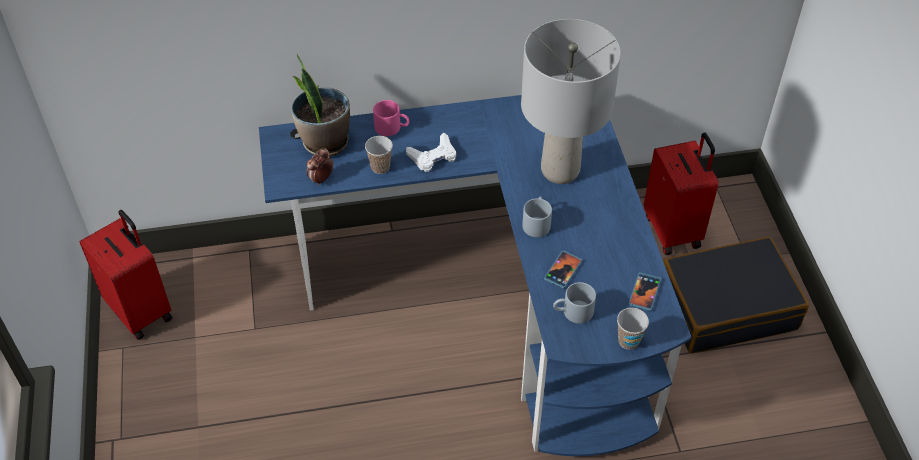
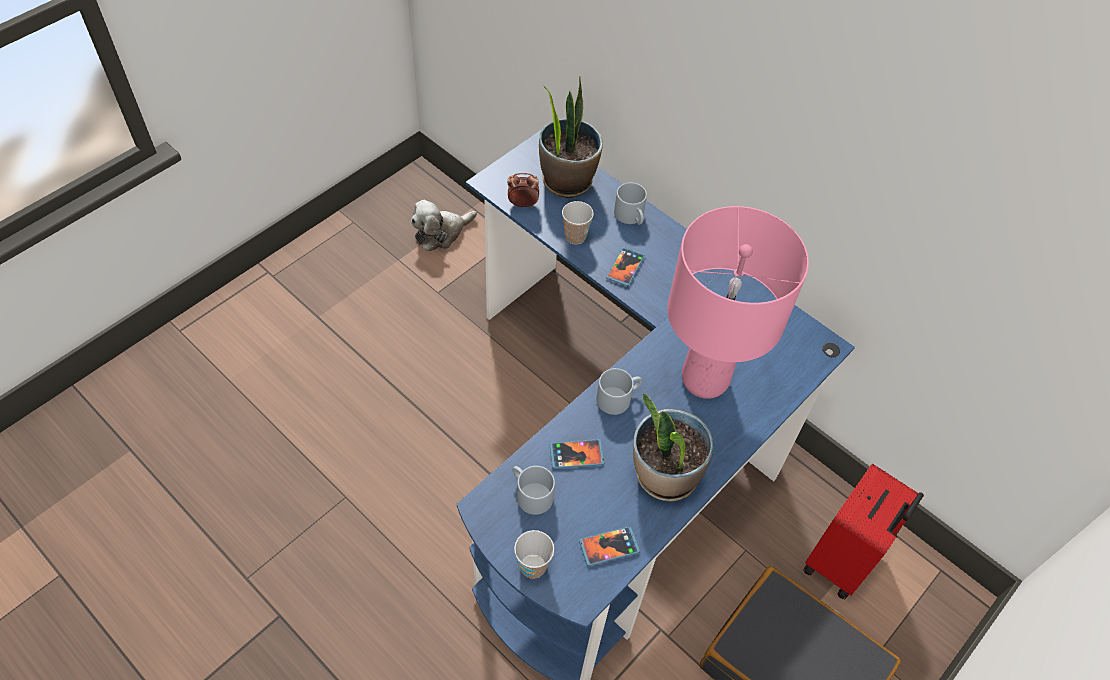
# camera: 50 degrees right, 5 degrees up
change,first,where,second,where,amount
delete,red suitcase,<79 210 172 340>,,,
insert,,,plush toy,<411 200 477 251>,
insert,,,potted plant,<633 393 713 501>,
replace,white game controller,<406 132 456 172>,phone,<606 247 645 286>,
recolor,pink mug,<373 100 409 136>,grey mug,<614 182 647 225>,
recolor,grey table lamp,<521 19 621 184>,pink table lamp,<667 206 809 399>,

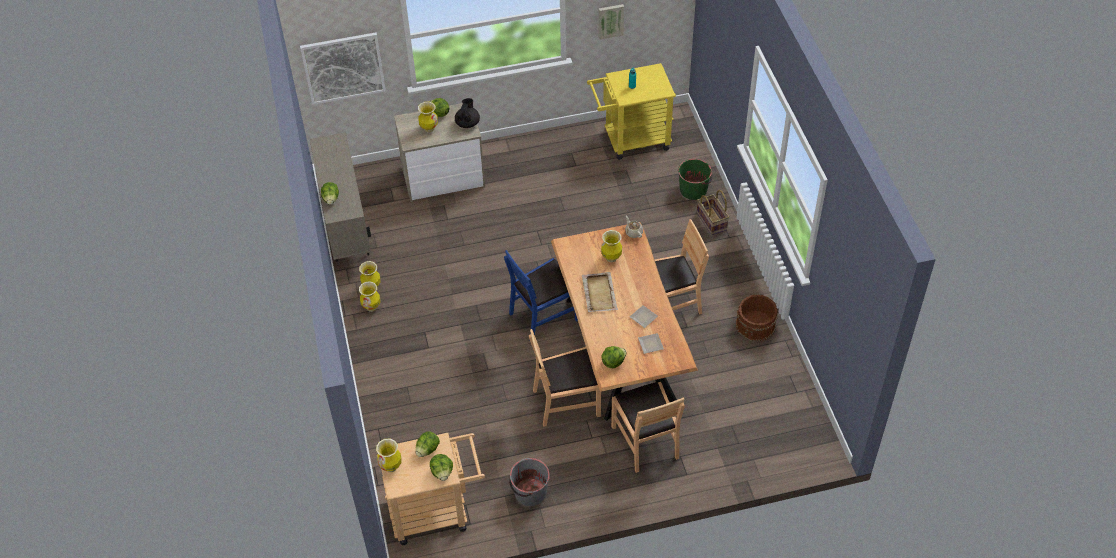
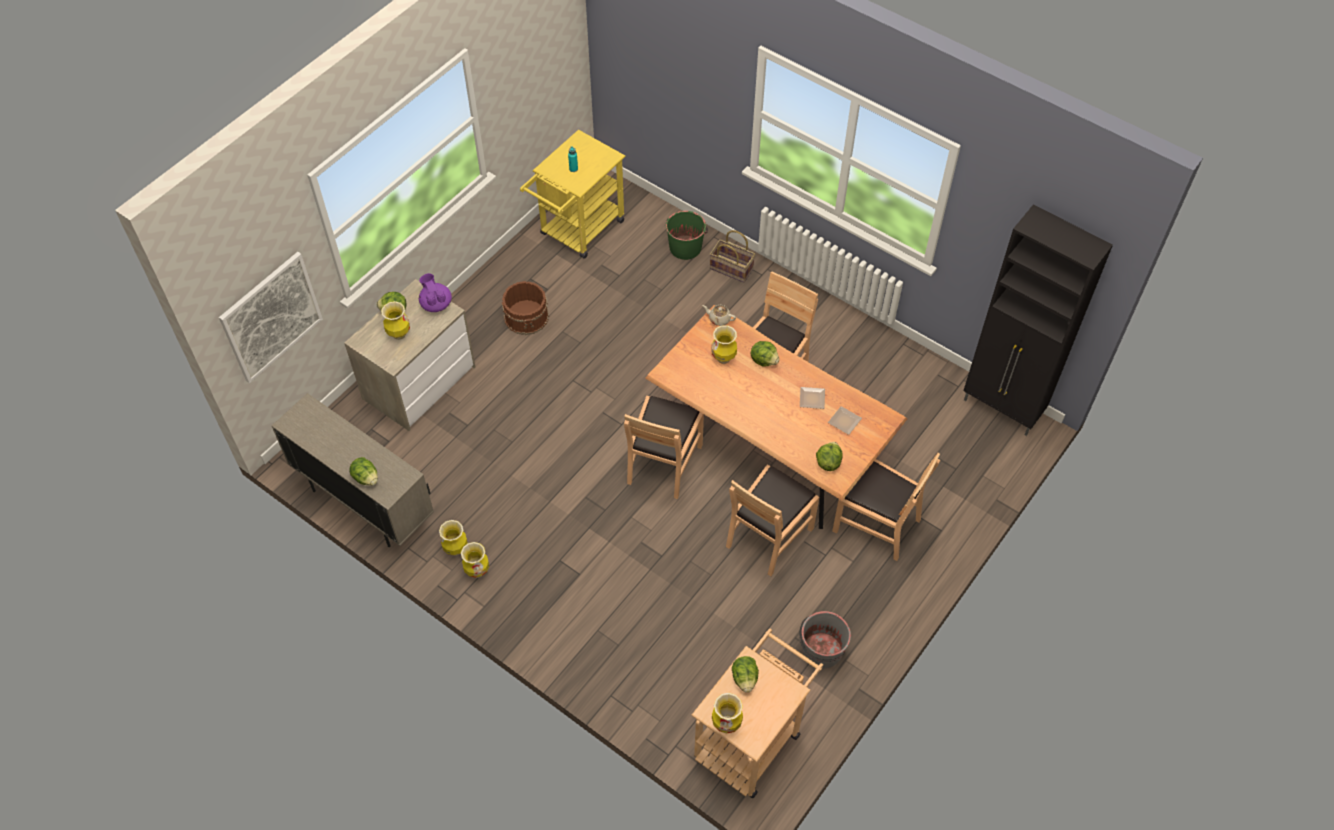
# camera: 40 degrees left, 5 degrees up
change,first,where,second,where,amount
delete,beige tray,<582 272 618 312>,,,
delete,picture,<599 4 624 40>,,,
insert,,,black cabinet,<963 205 1113 436>,
move,lettuce,<430 454 453 481>,,<750 341 779 367>,
move,brown bucket,<736 294 778 342>,,<502 281 549 335>,
recolor,black teapot,<455 98 480 128>,purple teapot,<419 273 452 312>,
recolor,blue chair,<504 250 578 335>,brown chair,<624 396 704 499>,

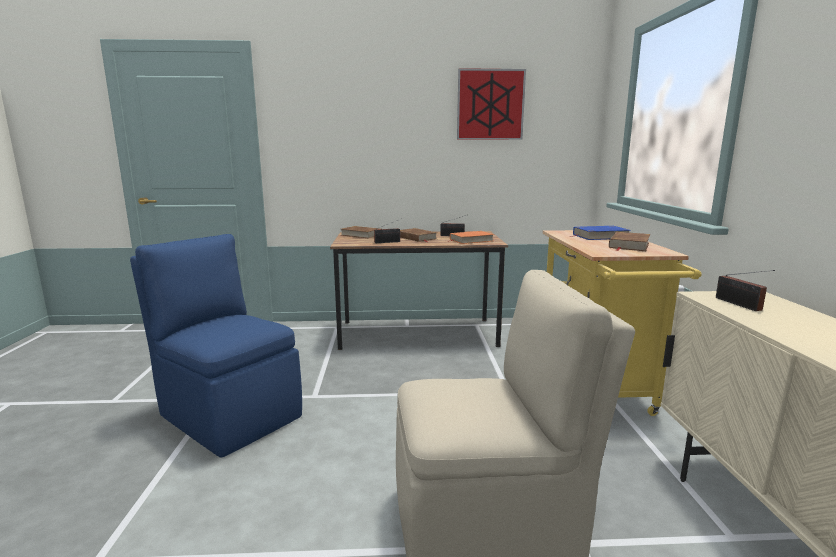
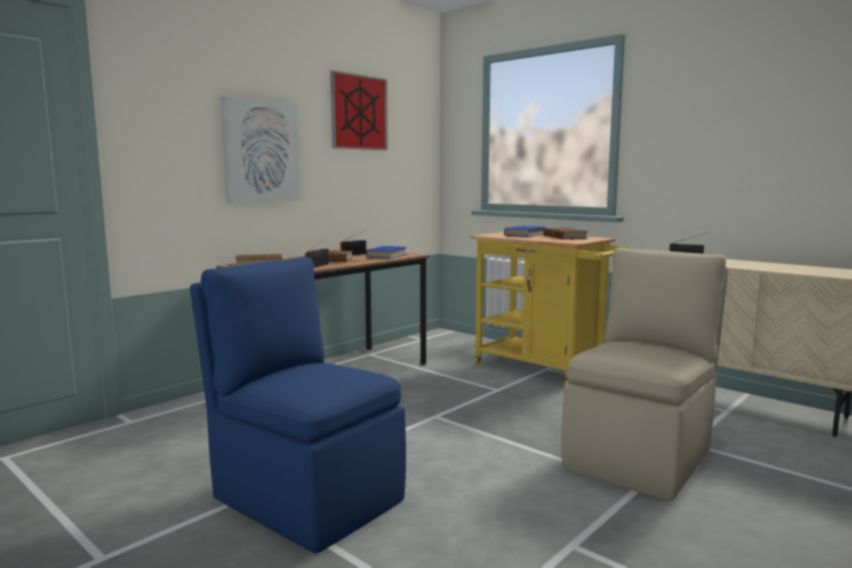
# camera: 45 degrees left, 5 degrees down
change,first,where,second,where,amount
insert,,,picture,<221 96 301 203>,
recolor,orange book,<447 231 494 244>,blue book,<366 246 406 259>,
rotate,blue chair,<130 234 302 457>,,<190 257 406 553>,45 degrees clockwise

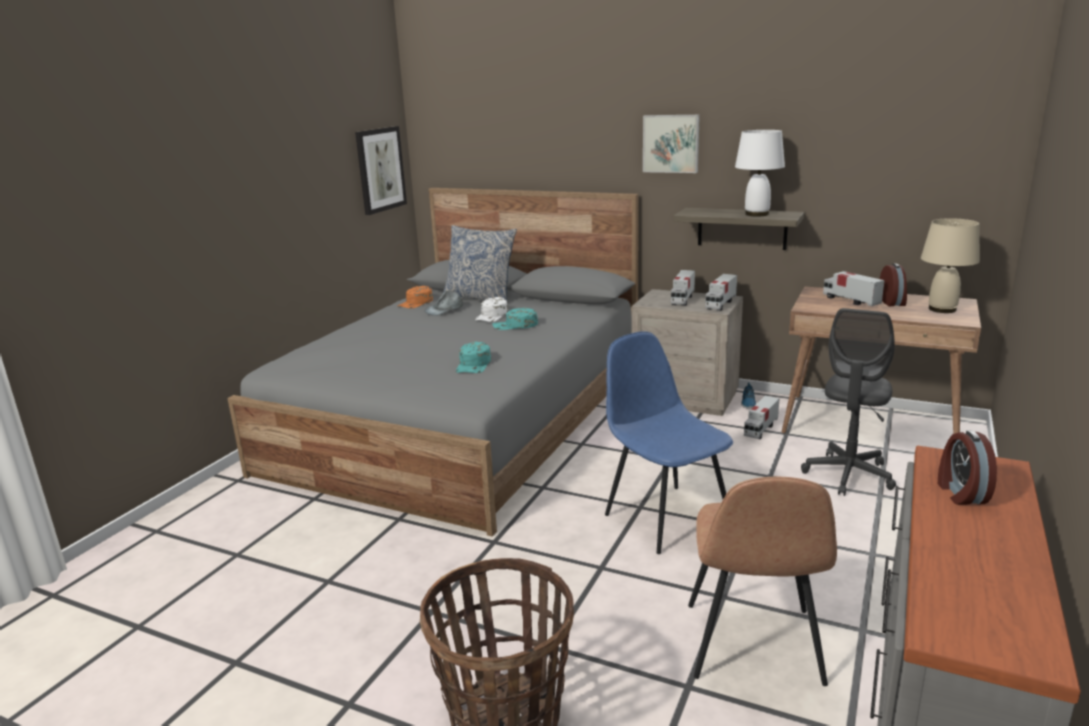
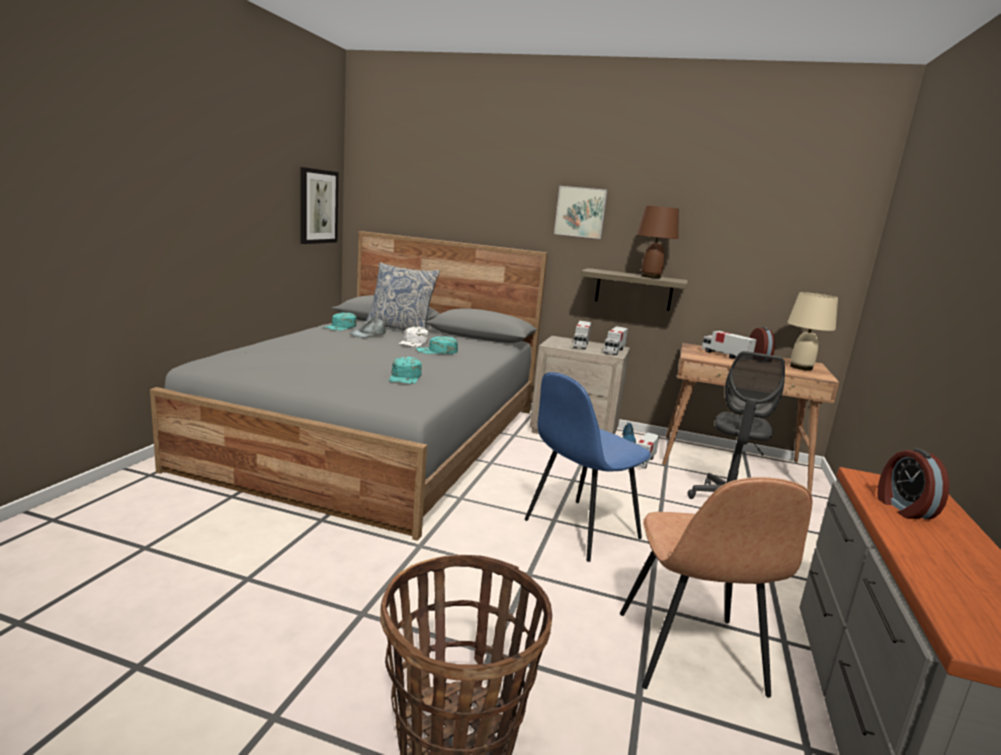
# camera: 10 degrees left, 5 degrees down
change,first,where,second,where,amount
recolor,orange cap,<397 286 433 308>,turquoise cap,<323 313 357 331>,
recolor,white table lamp,<735 130 785 217>,brown table lamp,<637 206 679 279>,
rotate,blue chair,<605 331 733 554>,,<525 372 651 562>,90 degrees counterclockwise

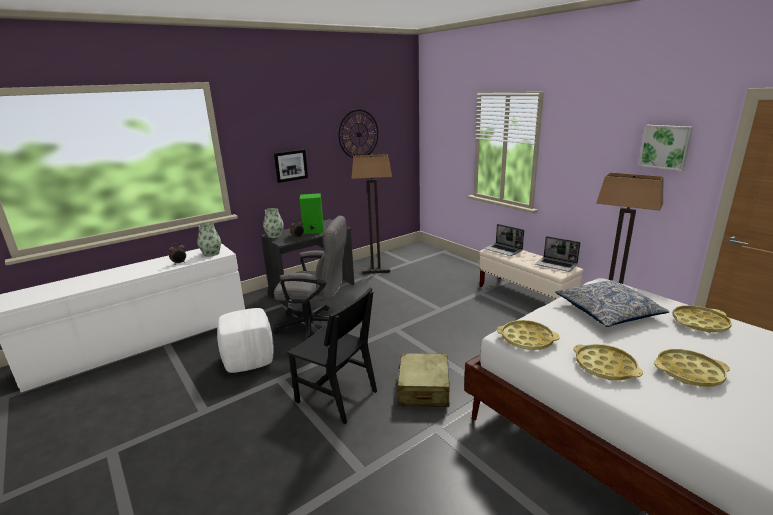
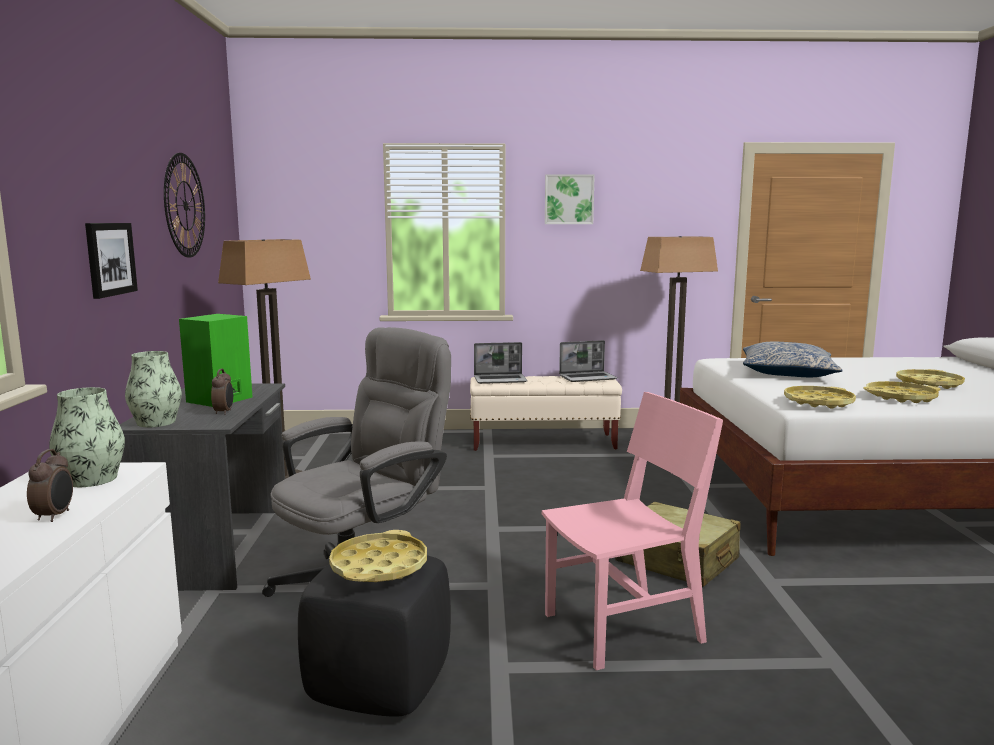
# camera: 55 degrees left, 10 degrees down
change,first,where,second,where,amount
move,picture,<638 125 693 171>,,<545 174 595 224>,
move,yellow tray,<673 305 732 333>,,<329 530 427 582>,
recolor,white ottoman,<217 308 273 373>,black ottoman,<298 555 451 717>,
recolor,black chair,<286 288 377 424>,pink chair,<542 392 723 670>,

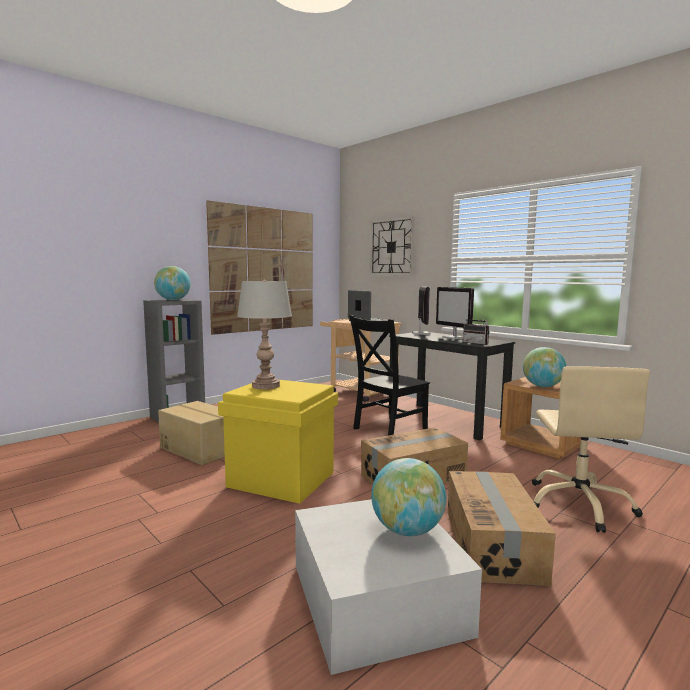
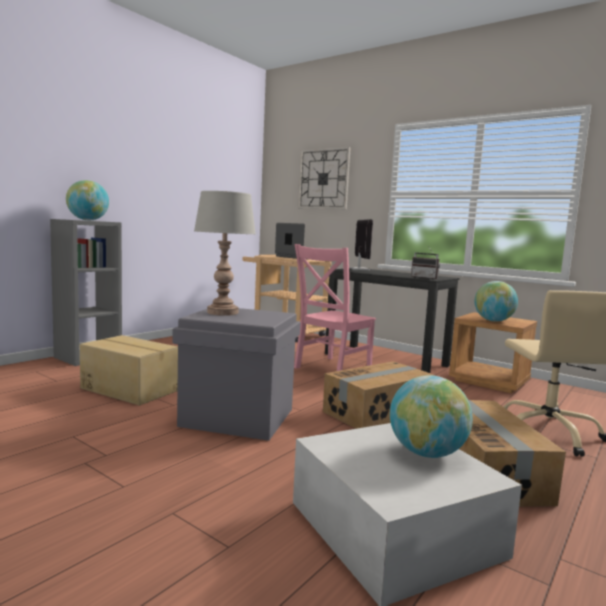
# camera: 10 degrees left, 0 degrees up
change,first,where,second,where,amount
delete,picture,<206 200 313 335>,,,
delete,monitor,<436 287 474 339>,,,
recolor,yellow storage box,<218 380 338 504>,grey storage box,<172 308 301 441>,
recolor,black chair,<349 315 430 435>,pink chair,<294 244 376 371>,

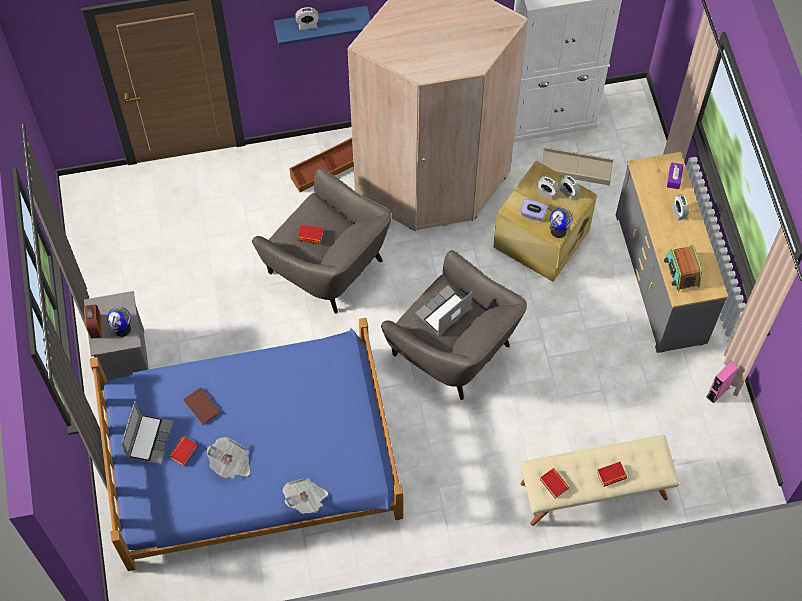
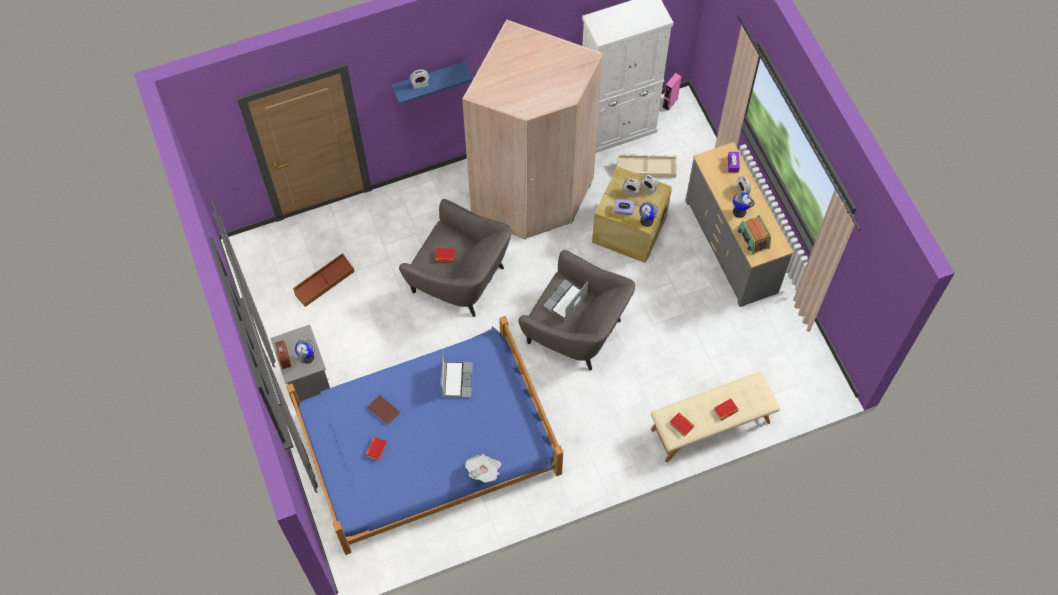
# camera: 10 degrees left, 0 degrees up
change,first,where,second,where,amount
delete,newspaper,<207 437 250 479>,,,
insert,,,globe,<733 192 755 218>,
move,laptop,<121 401 174 464>,,<441 350 473 398>,
move,brown storage box,<289 138 354 192>,,<293 253 354 307>,
move,pink speaker,<706 361 739 404>,,<662 73 681 110>,

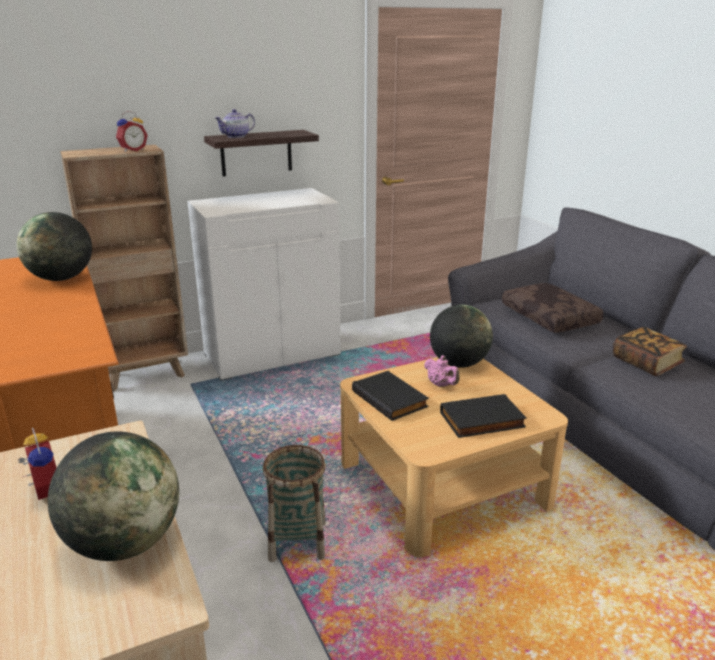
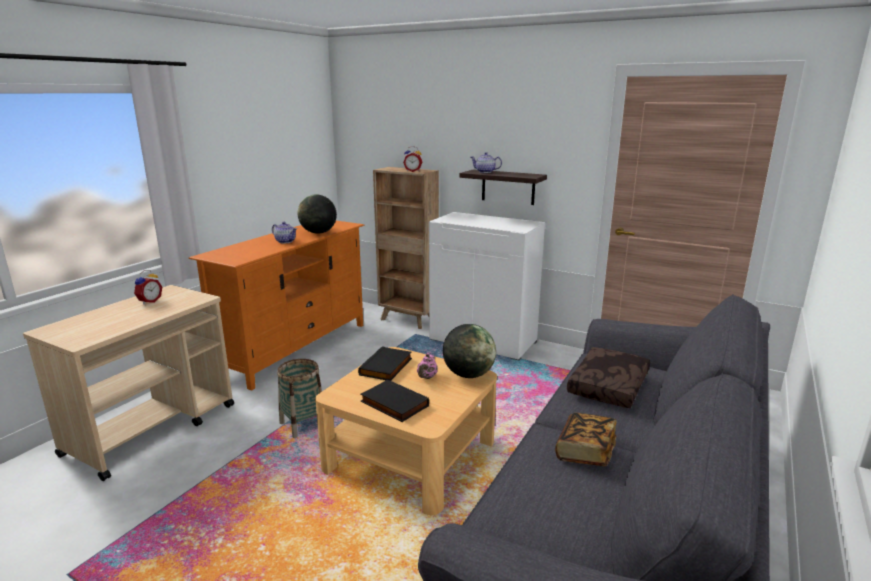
# camera: 55 degrees right, 5 degrees down
change,first,where,second,where,amount
delete,globe,<48 431 179 561>,,,
insert,,,teapot,<272 222 297 243>,

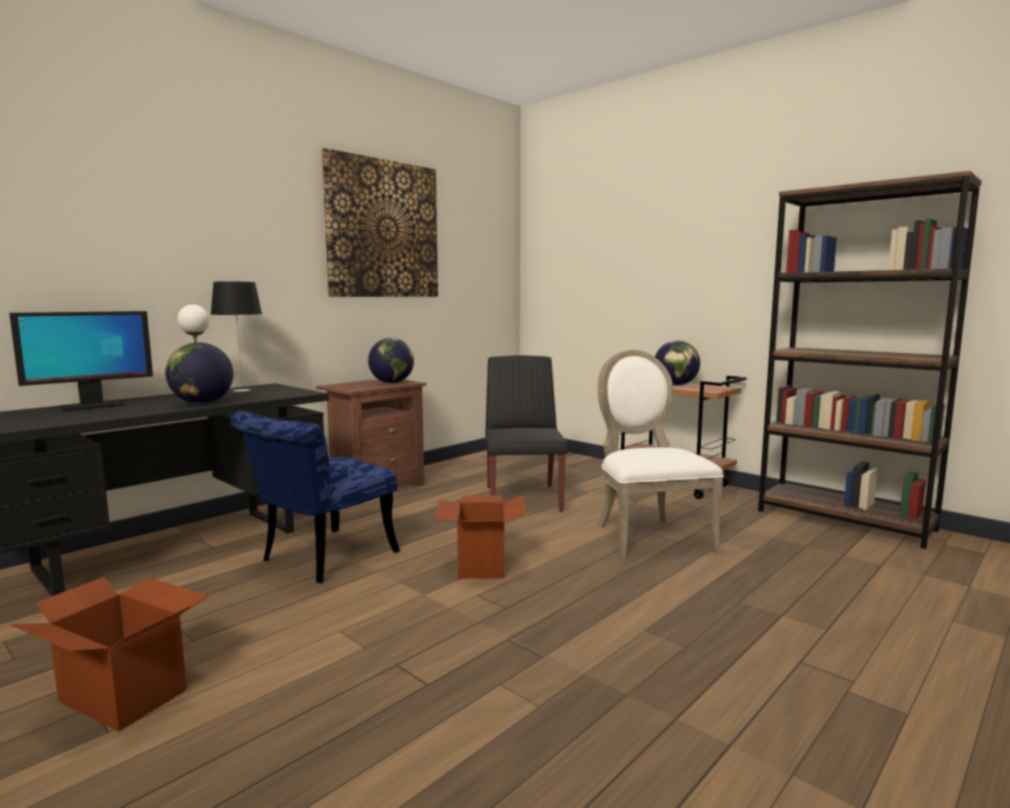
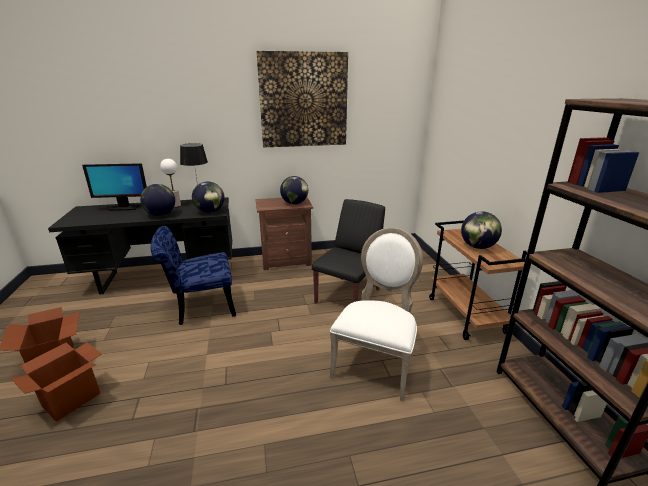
# camera: 35 degrees right, 15 degrees up
change,first,where,second,where,amount
insert,,,globe,<192 181 225 213>,
move,cardboard box,<434 495 526 579>,,<11 342 102 422>,

